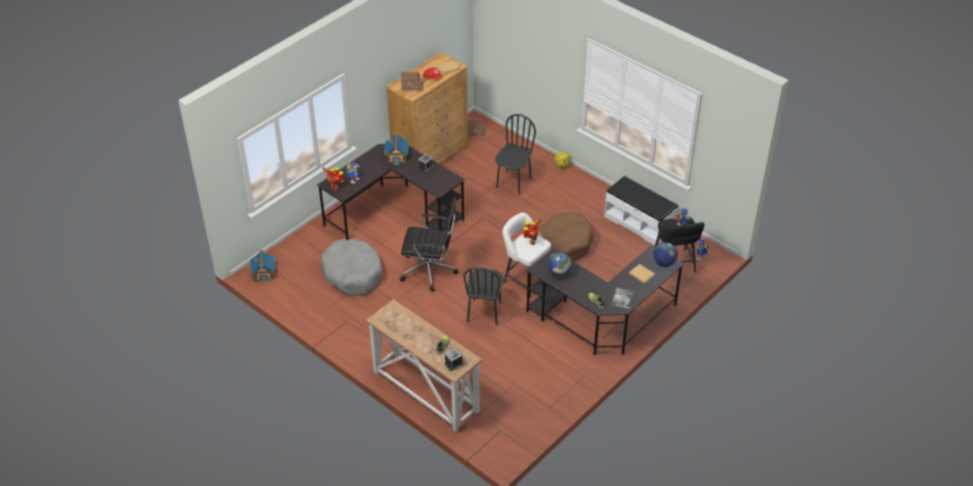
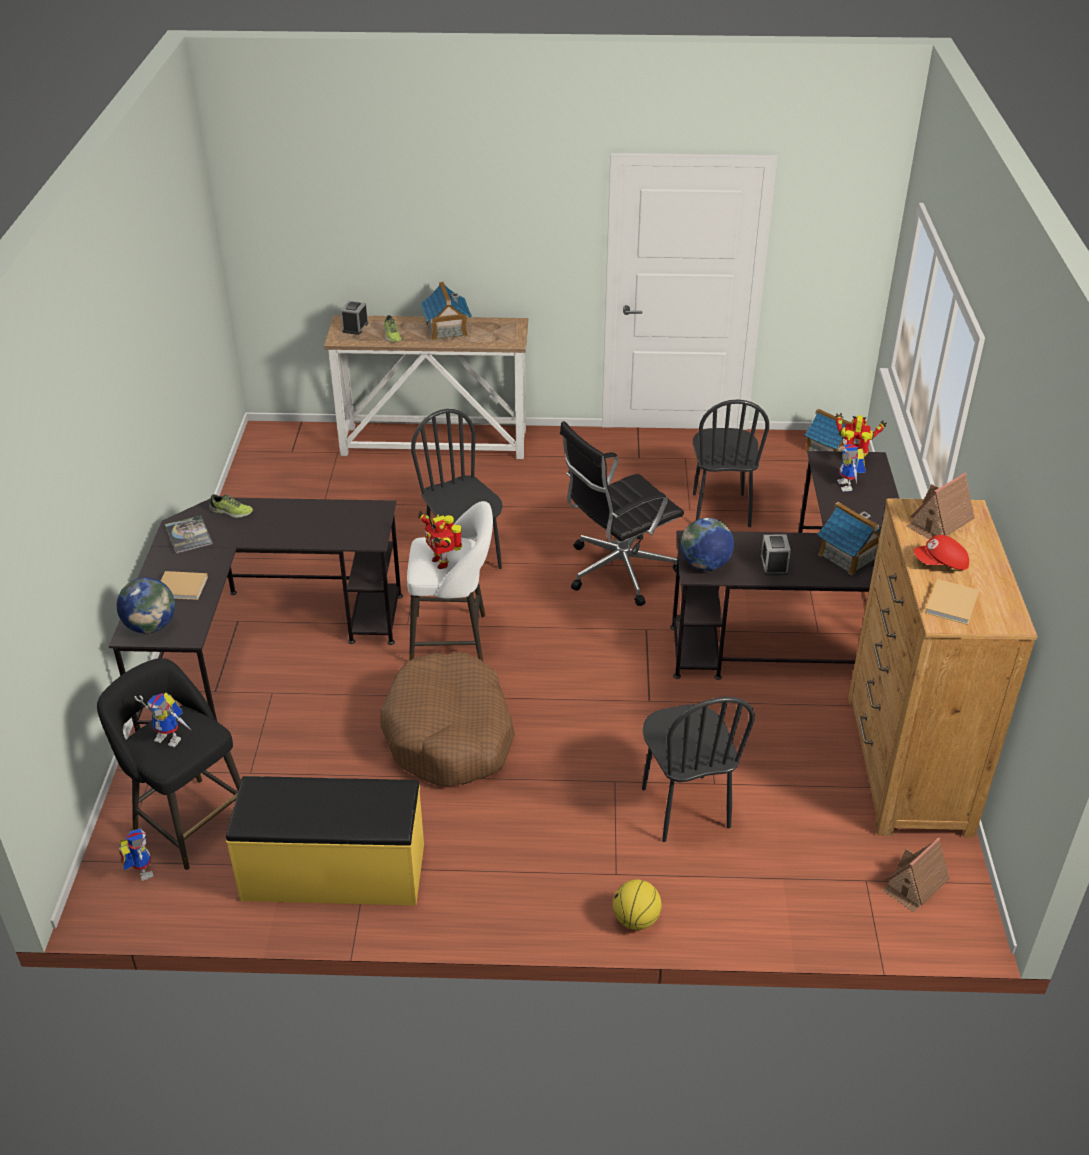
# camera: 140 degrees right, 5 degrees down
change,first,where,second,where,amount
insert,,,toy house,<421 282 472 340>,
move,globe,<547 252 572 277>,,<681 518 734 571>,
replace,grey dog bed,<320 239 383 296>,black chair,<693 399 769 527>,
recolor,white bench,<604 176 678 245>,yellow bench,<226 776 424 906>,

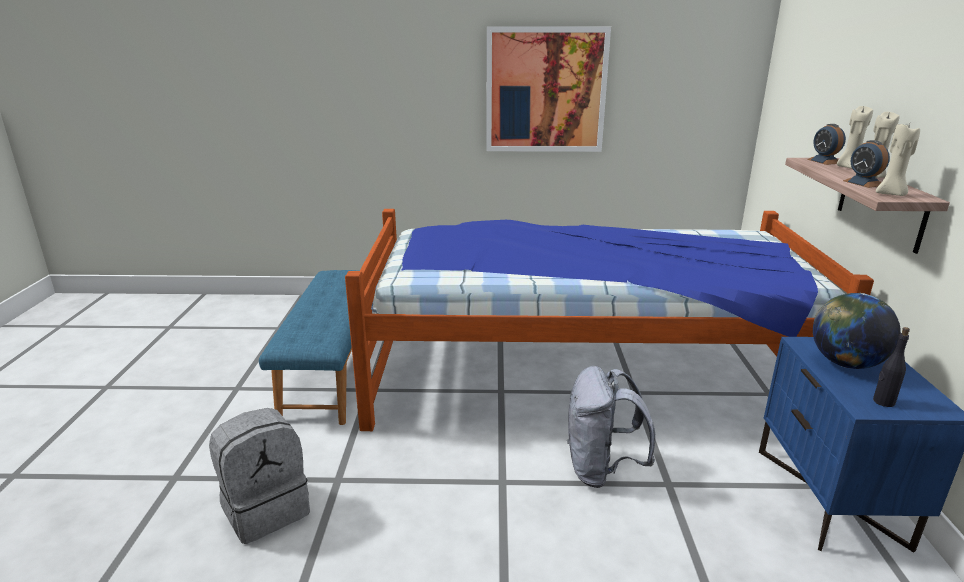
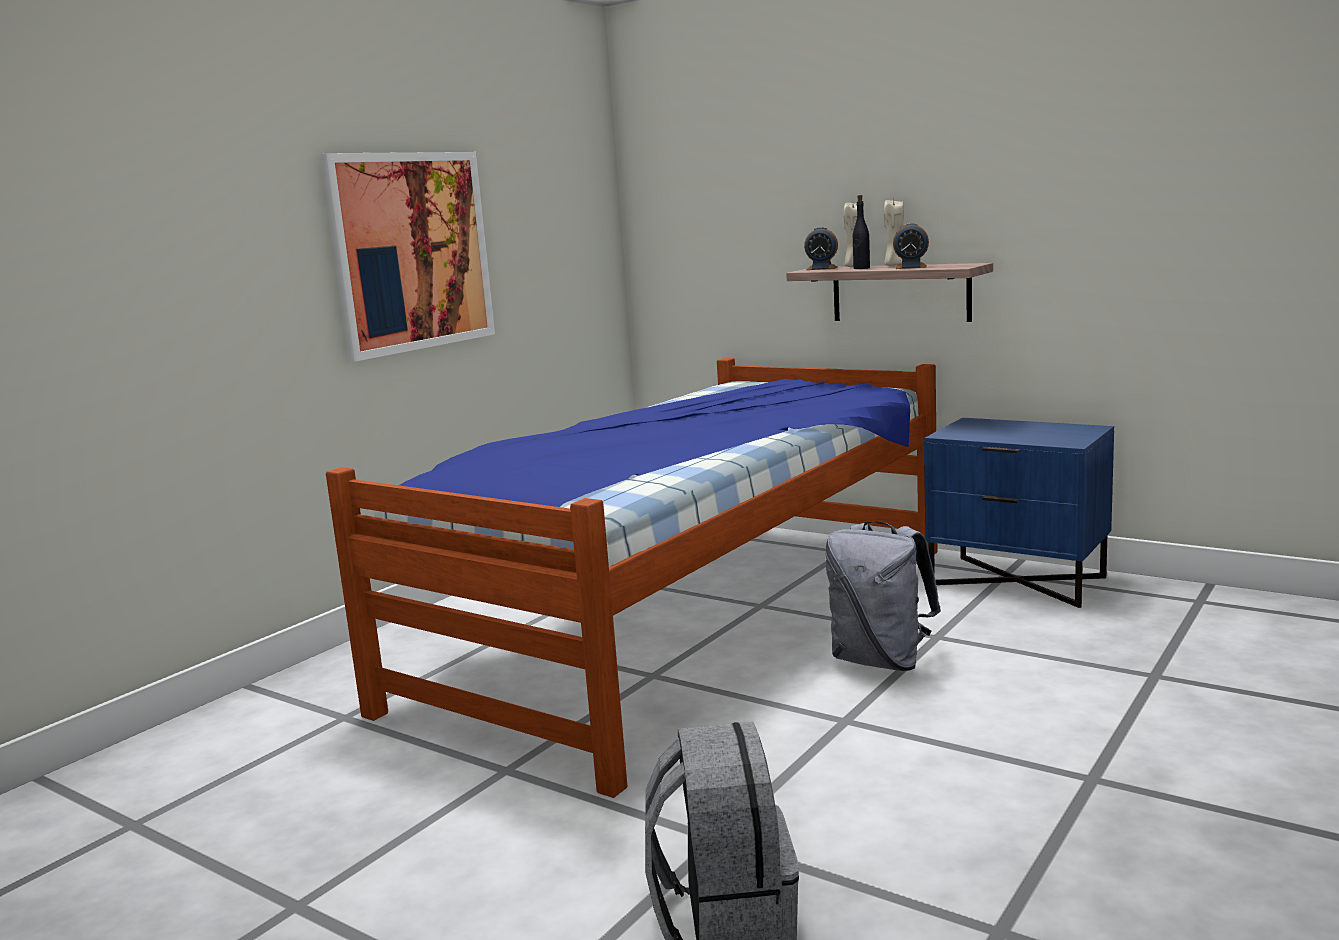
# camera: 55 degrees left, 10 degrees down
change,first,where,second,where,amount
delete,blue bench,<259 270 358 425>,,,
delete,globe,<813 293 901 369>,,,
delete,beige candle,<876 124 920 196>,,,
move,black bottle,<873 327 910 407>,,<853 195 870 269>,

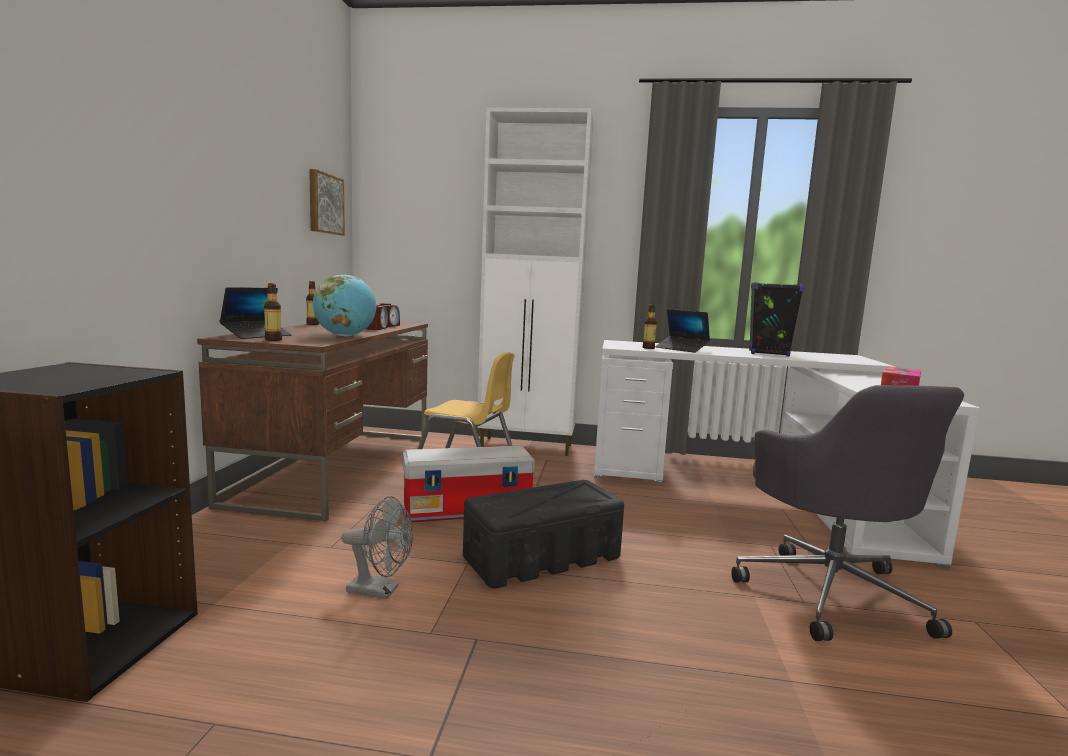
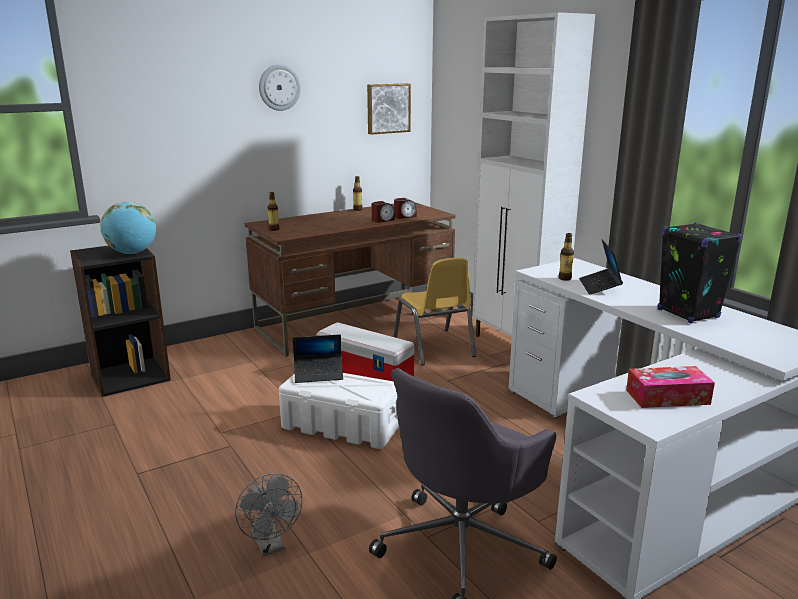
# camera: 50 degrees right, 10 degrees up
change,first,where,second,where,amount
insert,,,wall clock,<259 64 301 111>,
move,laptop,<220 287 292 339>,,<293 334 343 383>,
move,globe,<313 275 376 336>,,<101 202 157 254>,
move,grey fan,<341 496 413 599>,,<235 473 303 556>,
recolor,black storage box,<463 480 624 588>,white storage box,<279 373 399 449>,

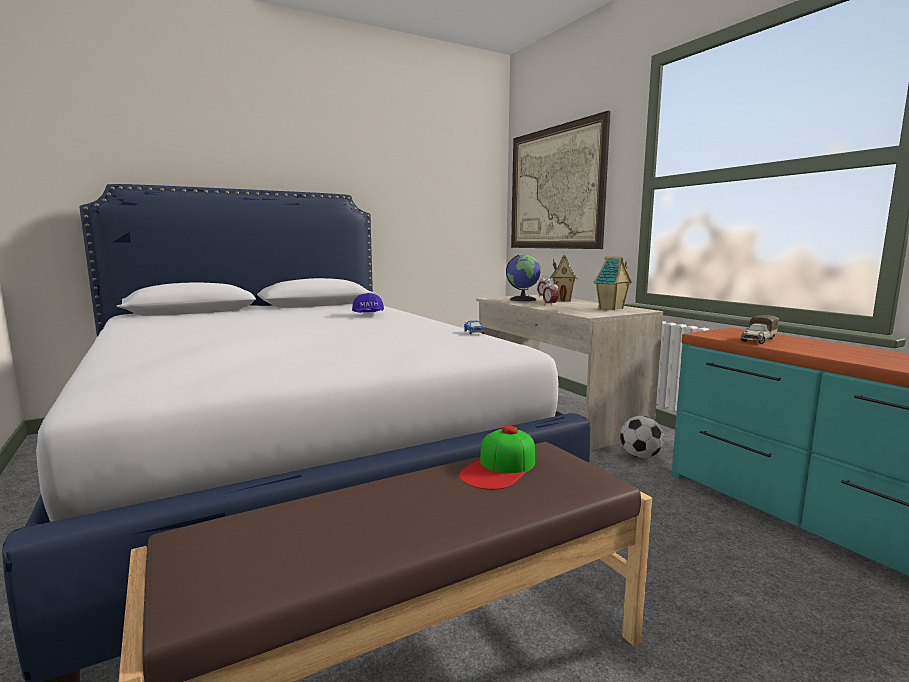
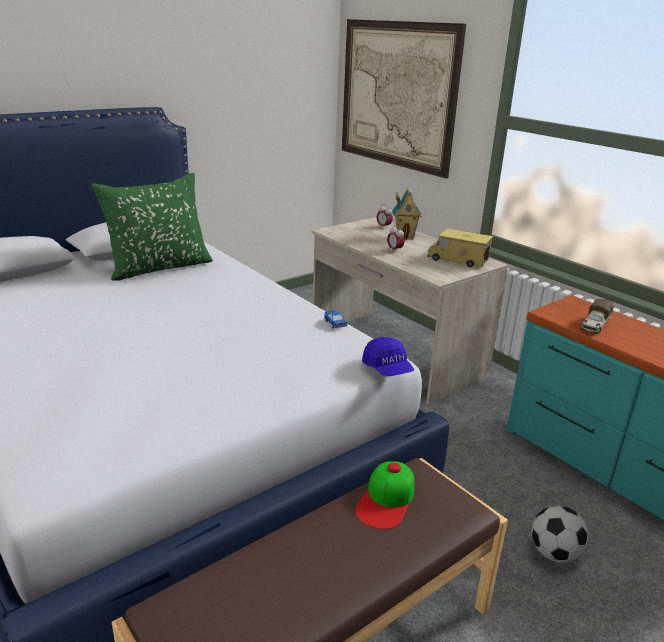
# camera: 10 degrees left, 15 degrees up
change,first,where,second,where,amount
delete,globe,<506 255 540 301>,,,
insert,,,green pillow,<91 173 213 281>,
move,blue cap,<352 293 384 313>,,<362 337 414 376>,
move,football,<620 416 664 458>,,<532 506 589 563>,
replace,toy house,<594 256 632 310>,toy truck,<427 228 493 267>,

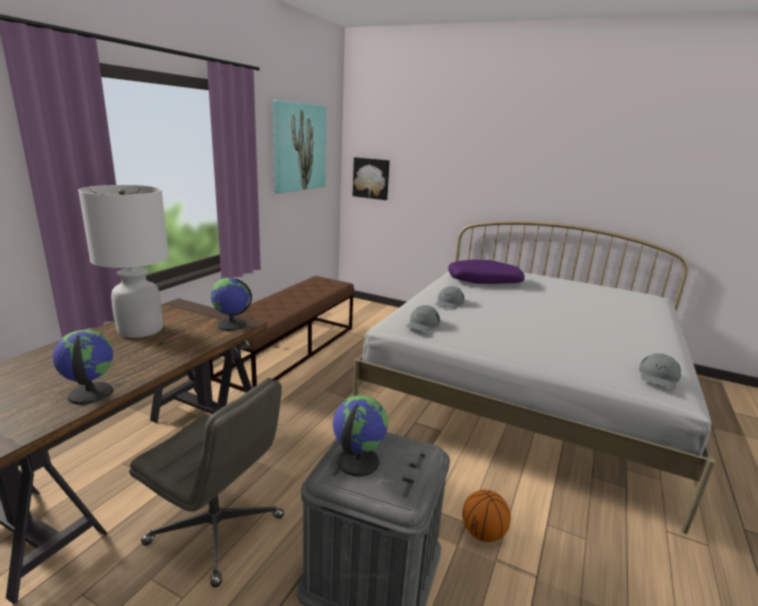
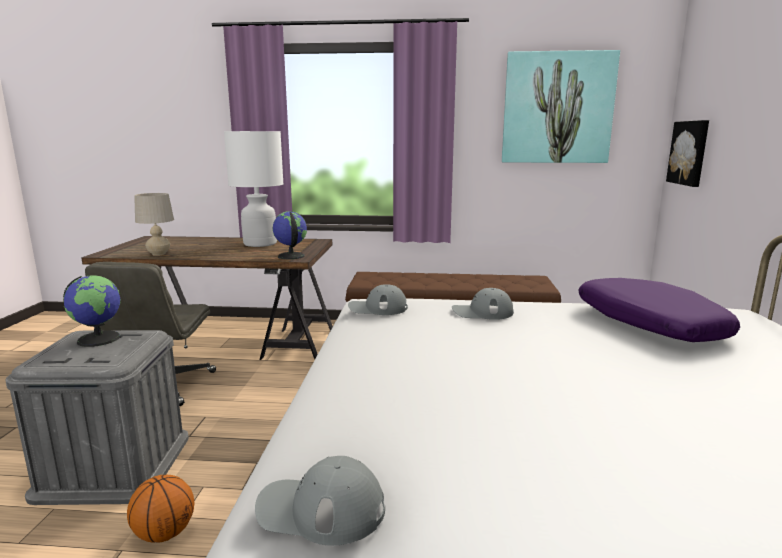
# camera: 70 degrees right, 5 degrees down
change,first,where,second,where,amount
replace,globe,<53 330 113 405>,beige table lamp,<134 193 174 256>,

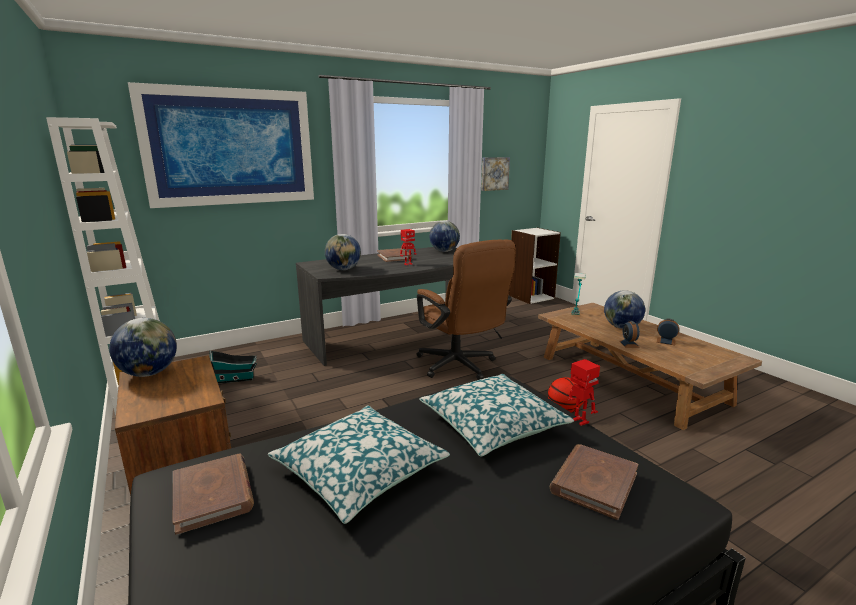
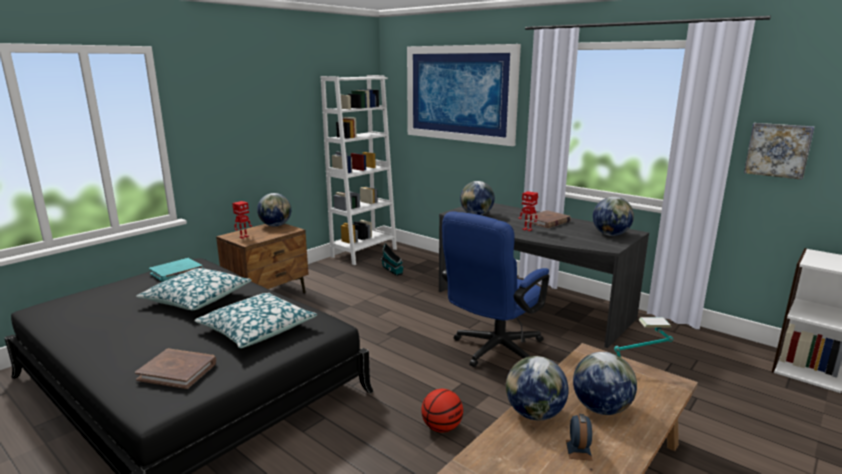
# camera: 70 degrees right, 0 degrees up
change,first,where,second,where,amount
move,toy robot,<568 359 600 426>,,<232 201 252 239>,
replace,alarm clock,<620 321 640 348>,globe,<506 356 569 420>,
recolor,brown book,<173 454 254 535>,turquoise book,<149 258 203 282>,
recolor,brown office chair,<416 240 516 380>,blue office chair,<442 211 549 367>,

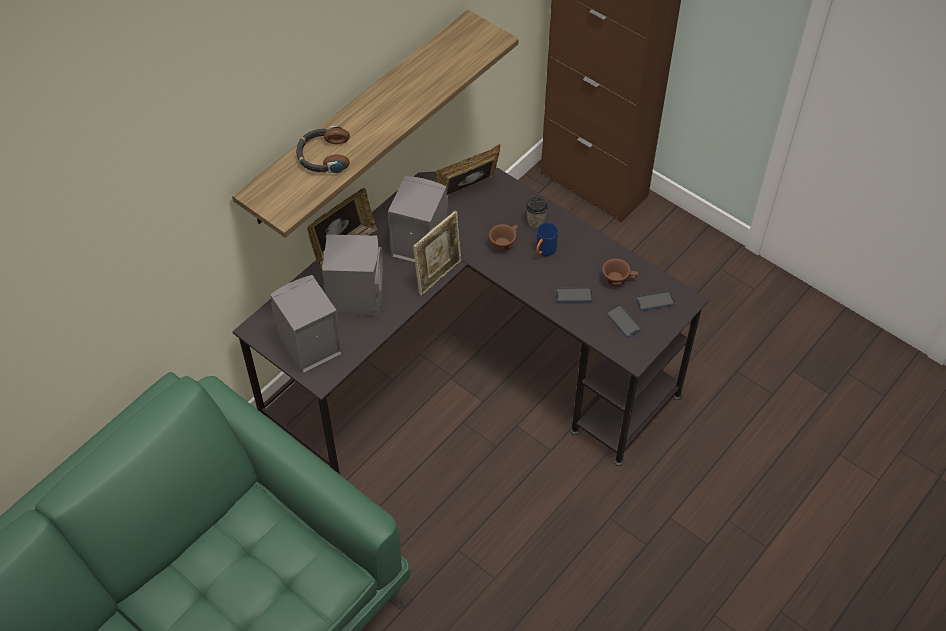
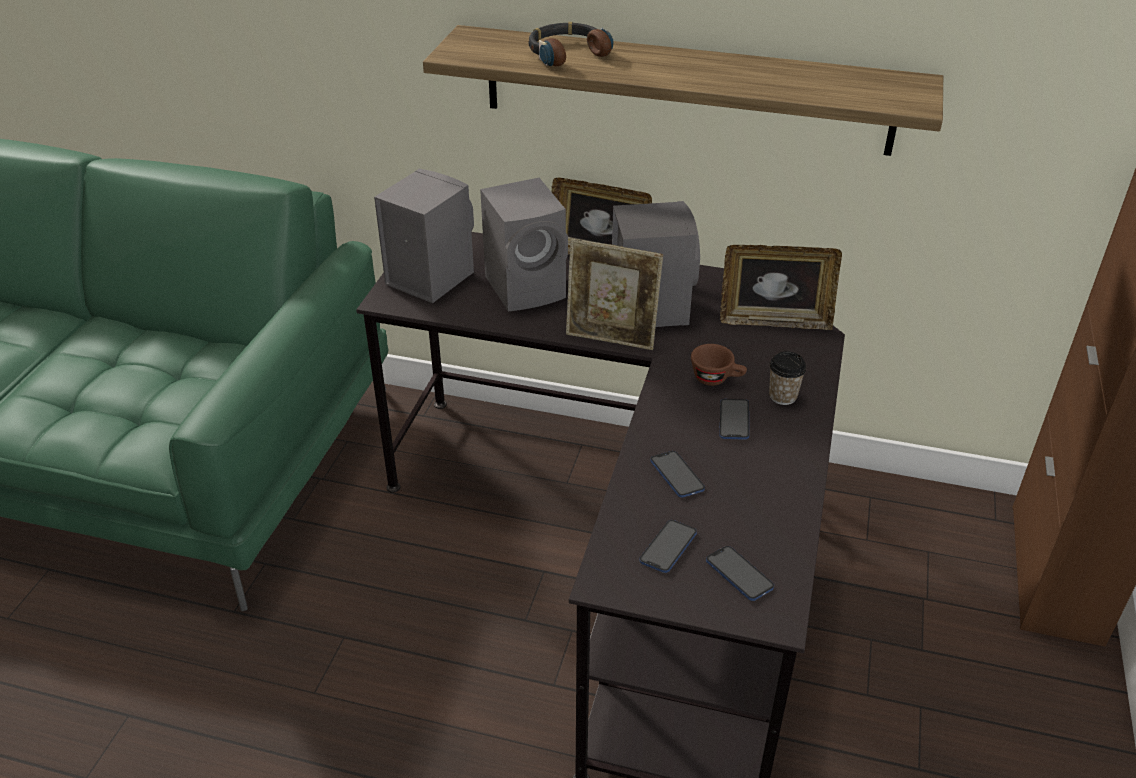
# camera: 65 degrees right, 15 degrees down
change,first,where,second,where,amount
delete,brown cup,<602 259 638 287>,,,
replace,blue mug,<536 223 558 256>,phone,<719 399 749 440>,
rotate,picture frame,<435 144 500 196>,,<720 245 842 330>,150 degrees clockwise

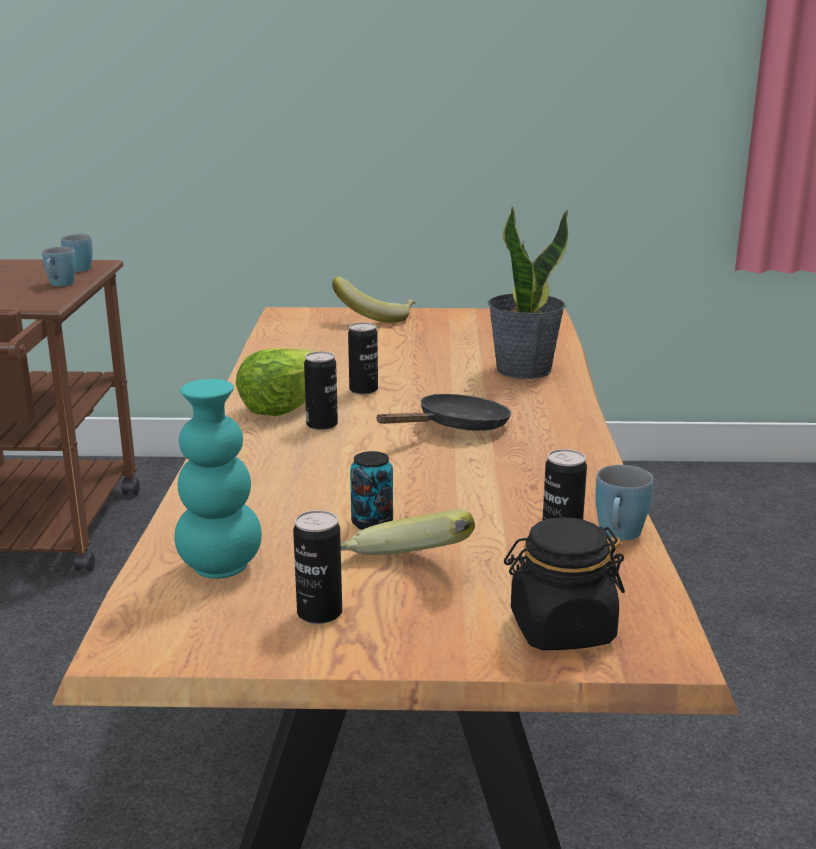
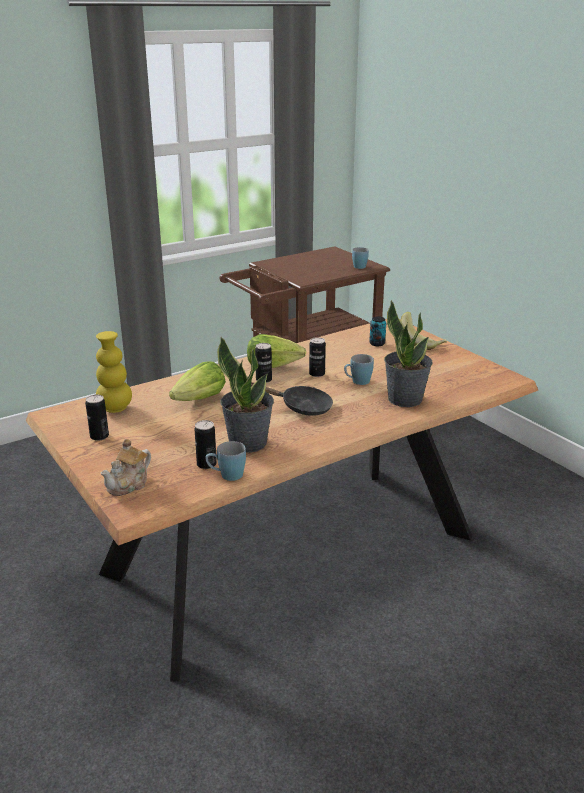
# camera: 55 degrees right, 5 degrees up
change,first,where,second,where,amount
delete,banana,<341 509 475 555>,,,
insert,,,lettuce,<169 361 226 401>,
insert,,,potted plant,<217 337 274 453>,
move,blue mug,<42 247 76 286>,,<344 354 374 385>,
move,can,<350 451 393 530>,,<369 316 386 346>,
replace,black jar,<504 517 625 650>,teapot,<101 439 151 496>,
recolor,turquoise vase,<174 379 262 579>,yellow vase,<96 331 132 413>,

